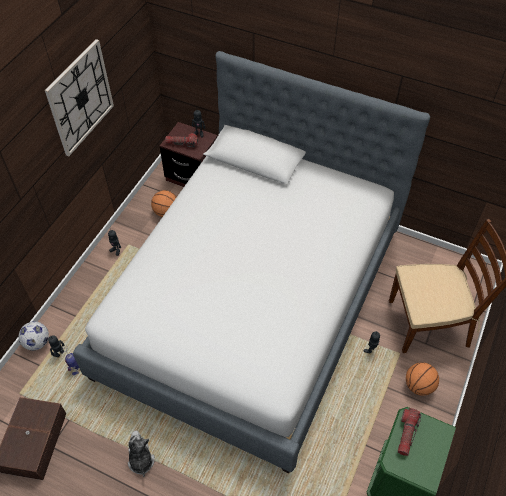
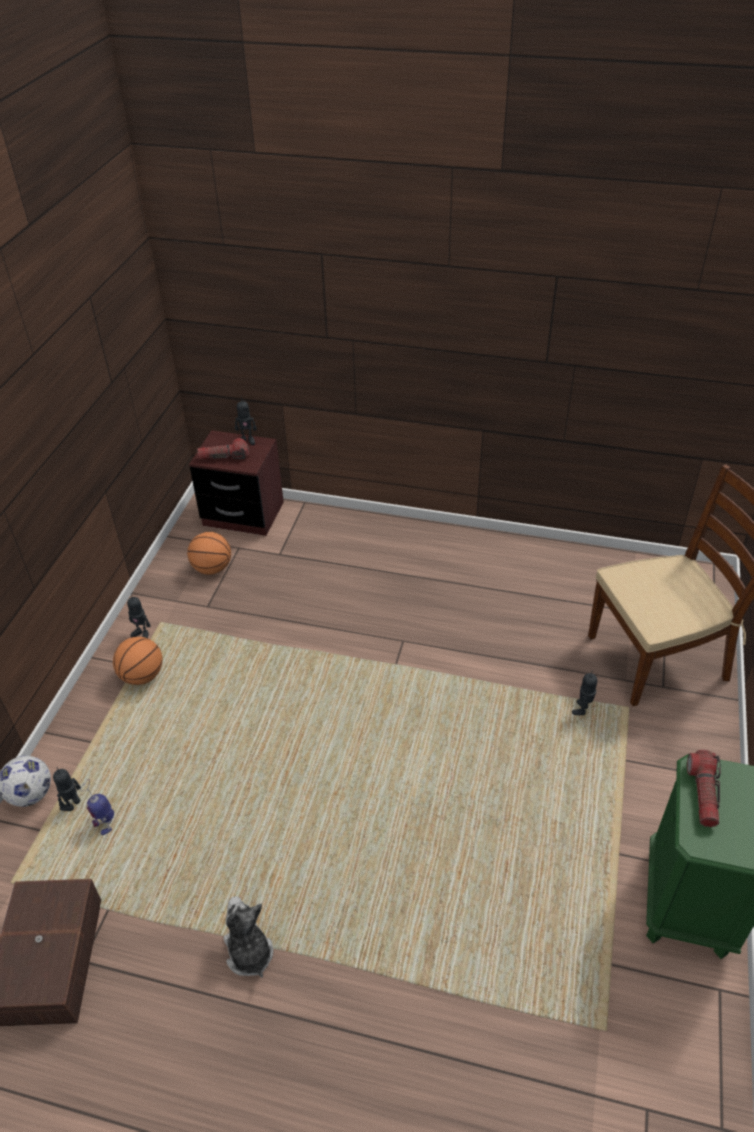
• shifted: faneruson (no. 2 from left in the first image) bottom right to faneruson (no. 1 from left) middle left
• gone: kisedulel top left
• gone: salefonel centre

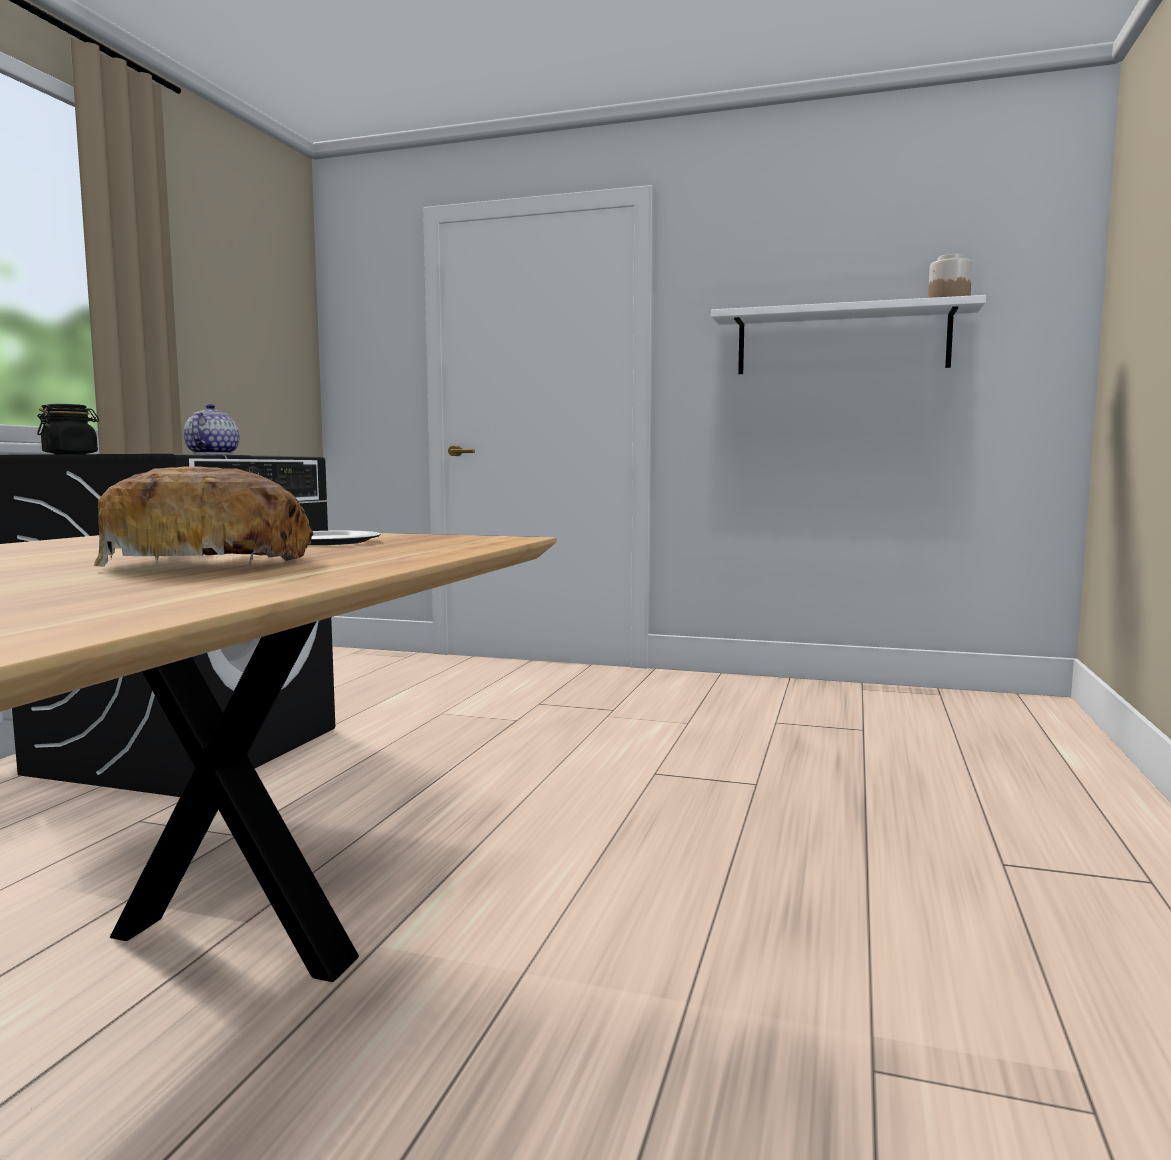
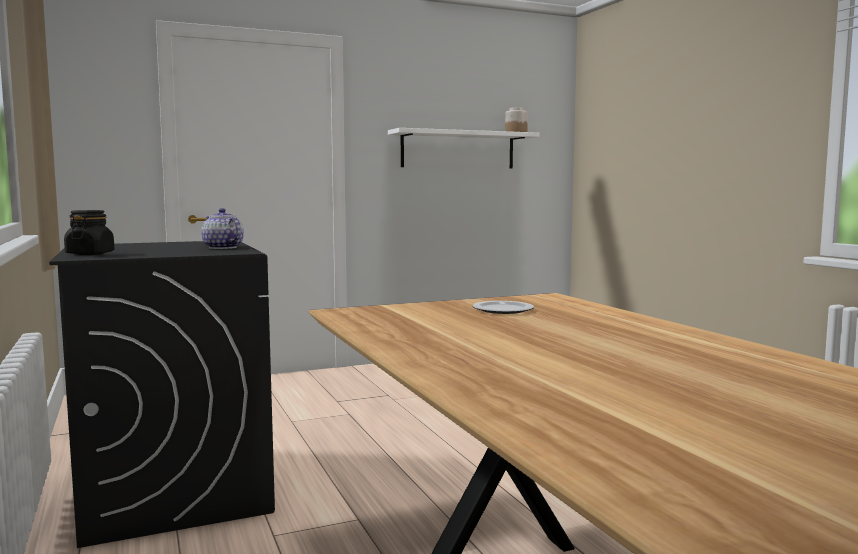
• gone: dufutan middle left

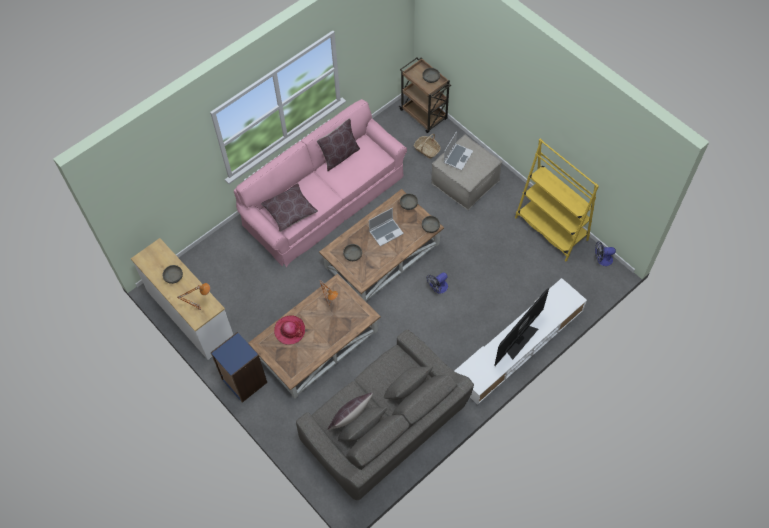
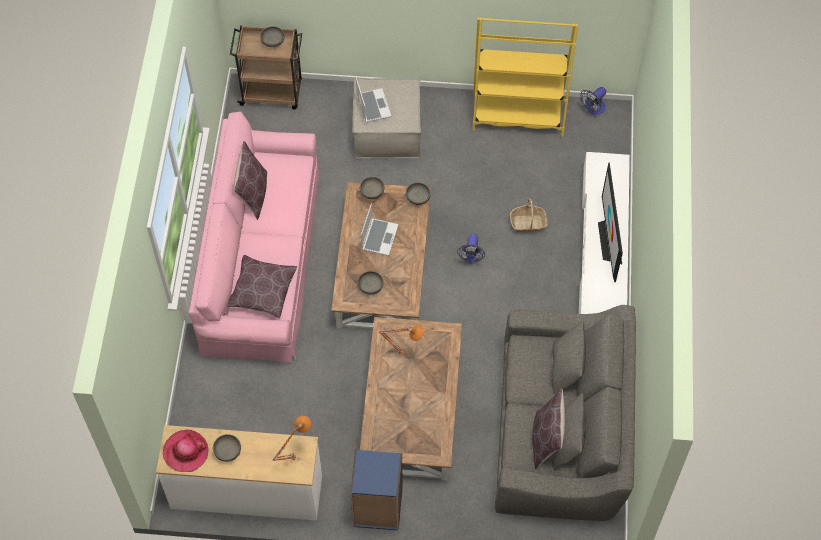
• shifted: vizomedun centre to bottom left
• shifted: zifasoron top centre to centre

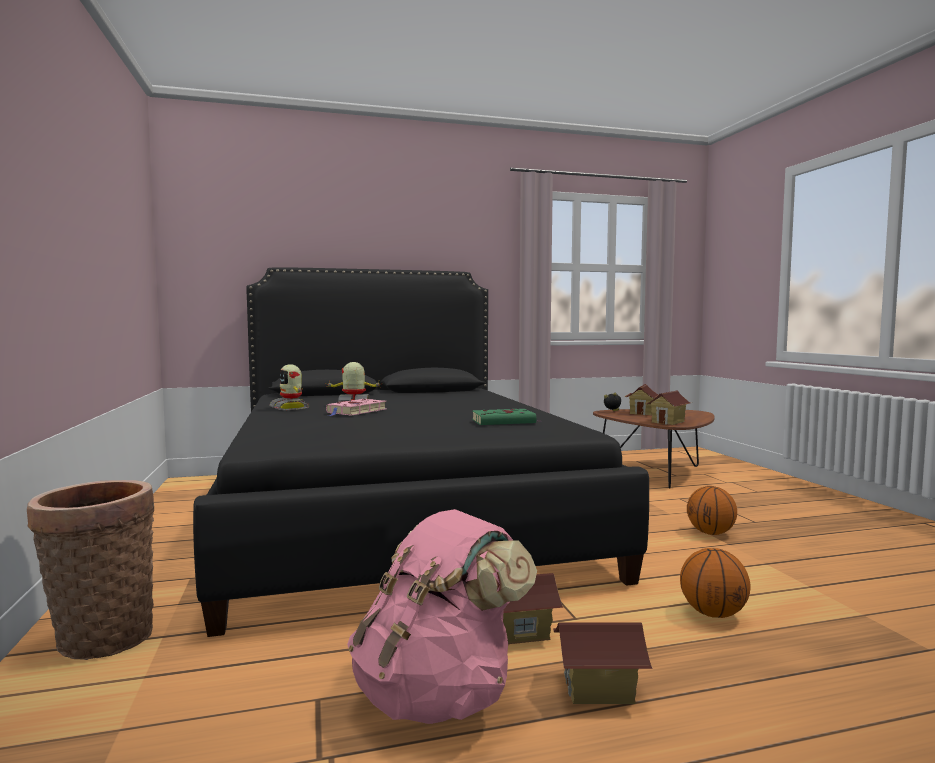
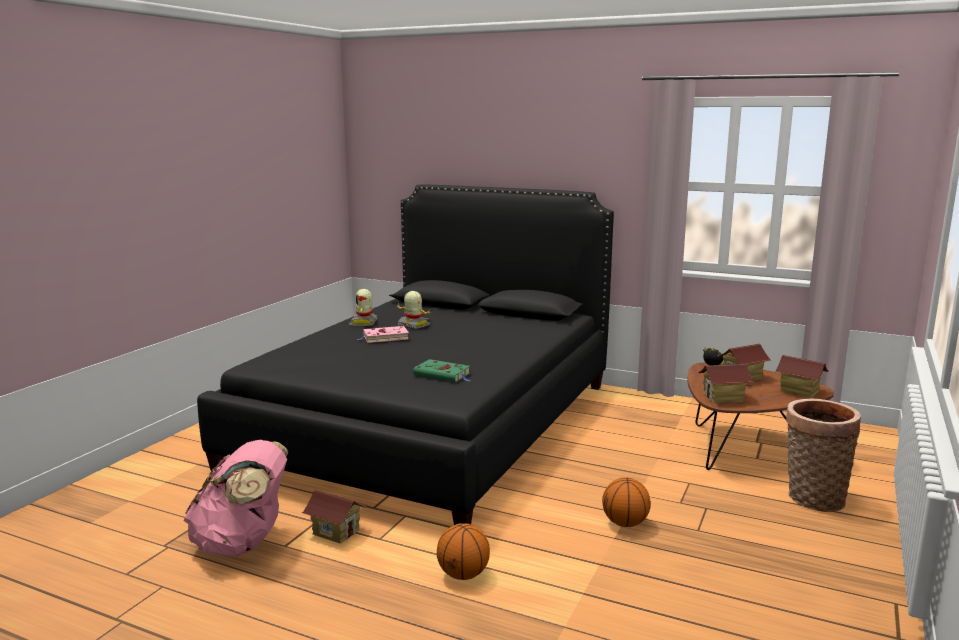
• shifted: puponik (no. 2 from left in the first image) bottom centre to puponik (no. 4 from left) middle right
• shifted: zifasoron bottom left to bottom right

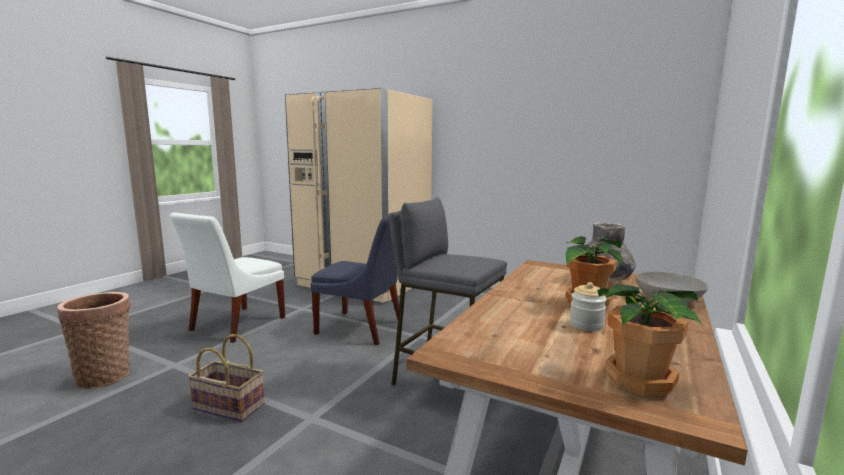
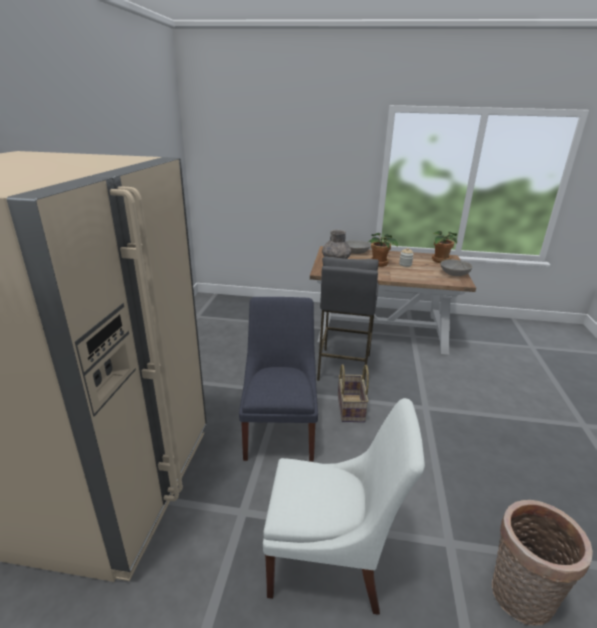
• shifted: zifasoron (no. 2 from left in the first image) bottom left to zifasoron (no. 1 from left) centre
• new: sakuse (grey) (no. 2 from left) middle right

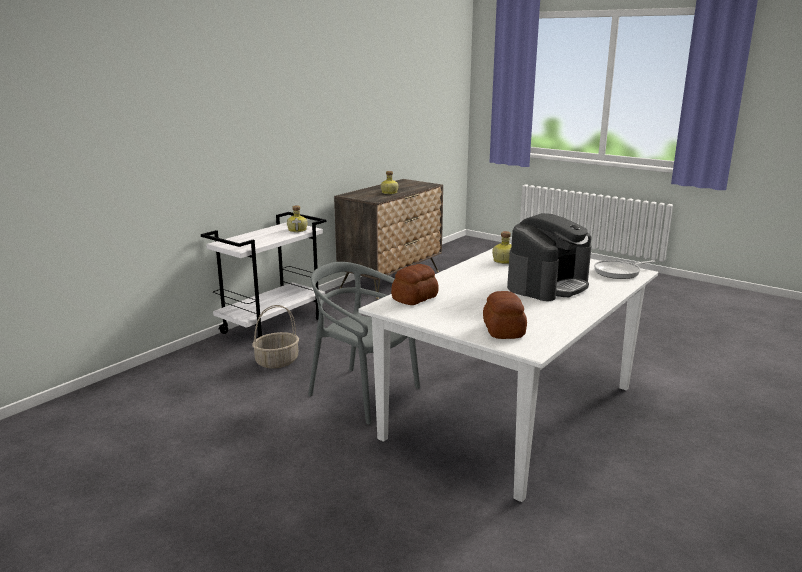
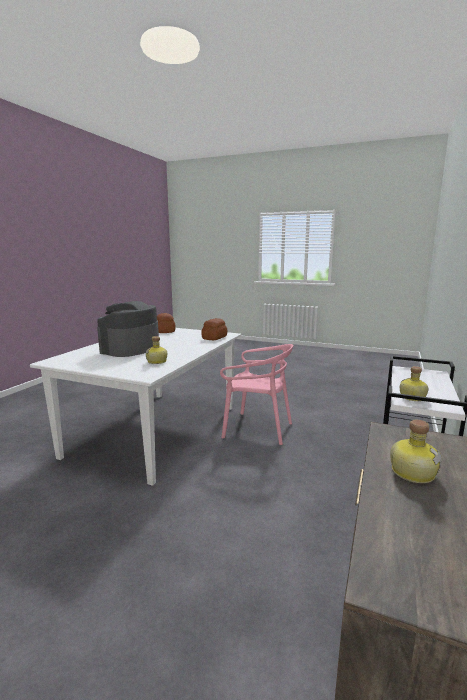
• repainted: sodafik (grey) centre to sodafik (pink) centre
• gone: zifasoron centre
• gone: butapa middle right

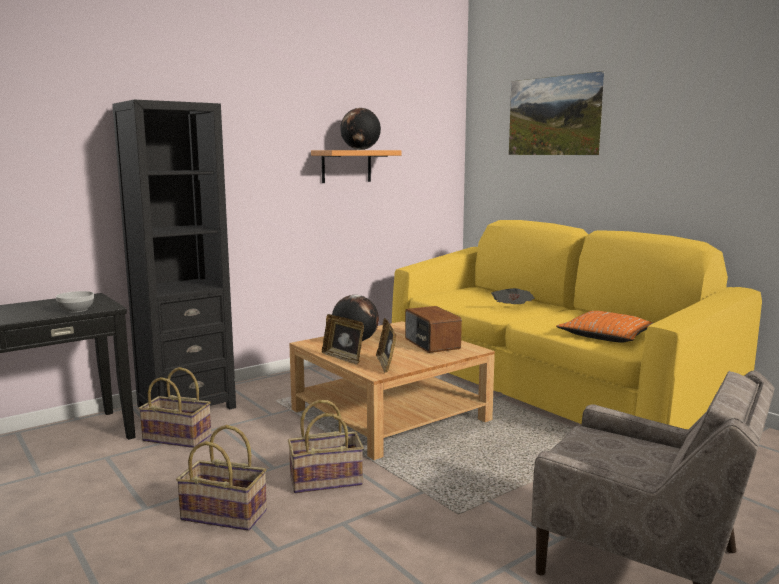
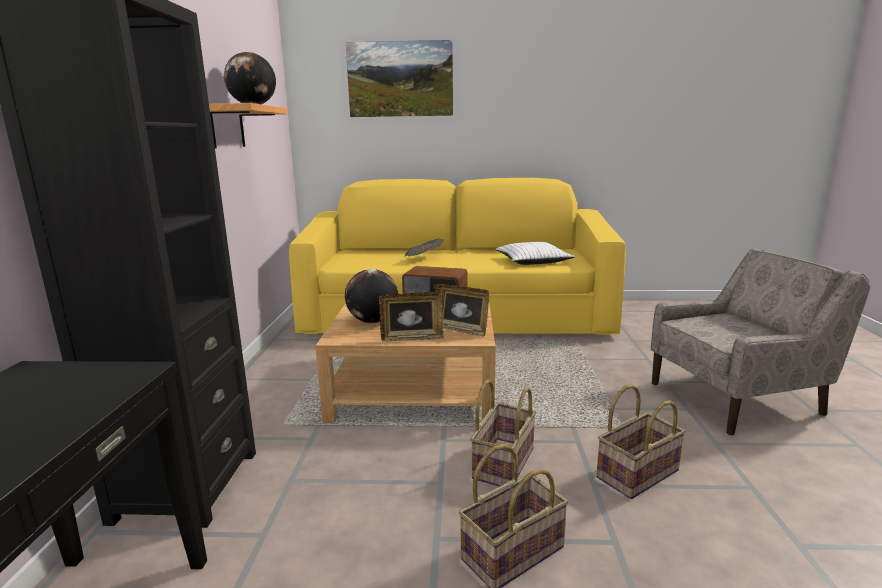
• repainted: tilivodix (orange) middle right to tilivodix (white) centre
• shifted: zifasoron (no. 1 from left in the first image) bottom left to zifasoron (no. 3 from left) bottom right
• gone: sakuse middle left

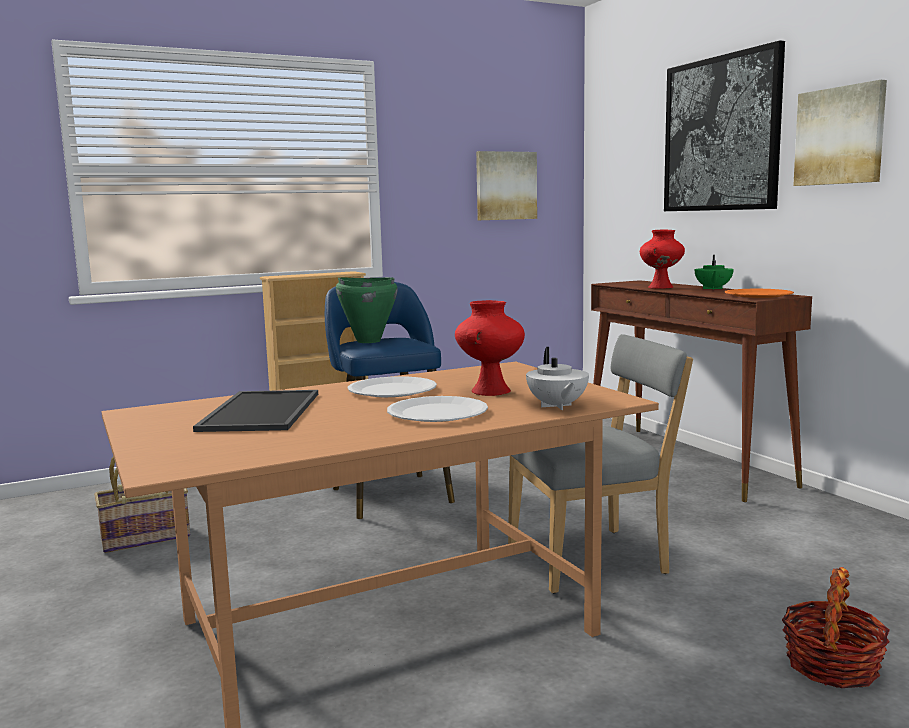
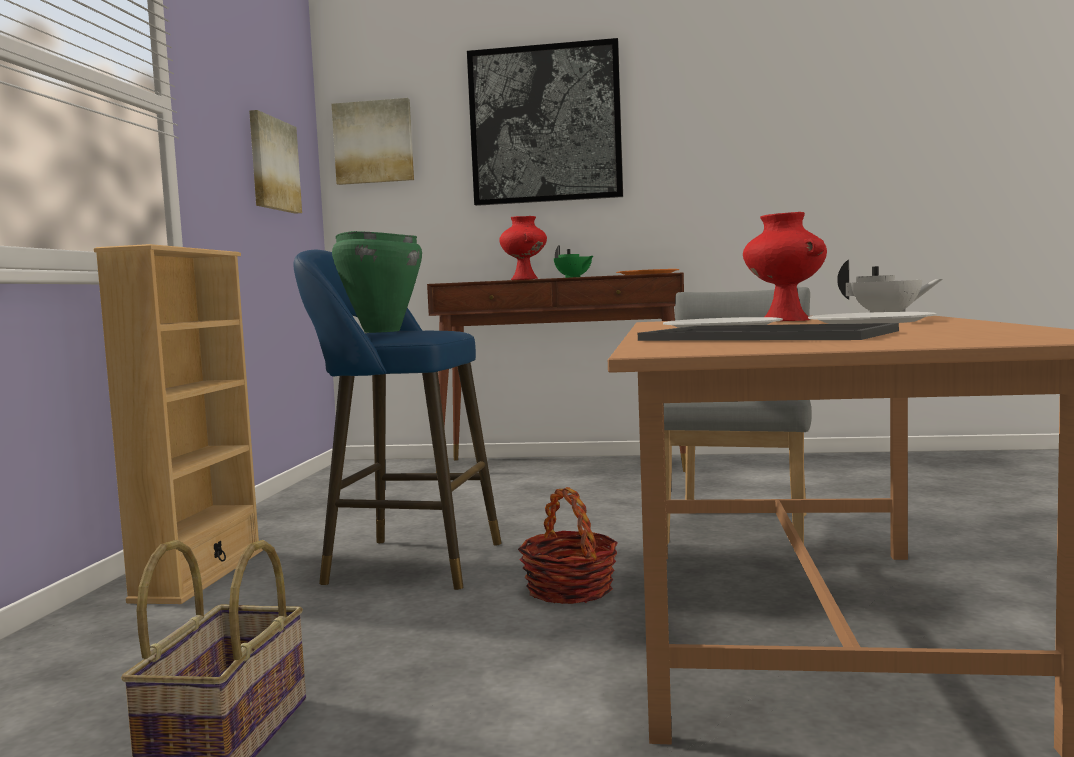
• shifted: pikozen (no. 3 from left in the first image) top right to pikozen (no. 2 from left) top centre
• shifted: zifasoron (no. 2 from left) bottom right to bottom centre

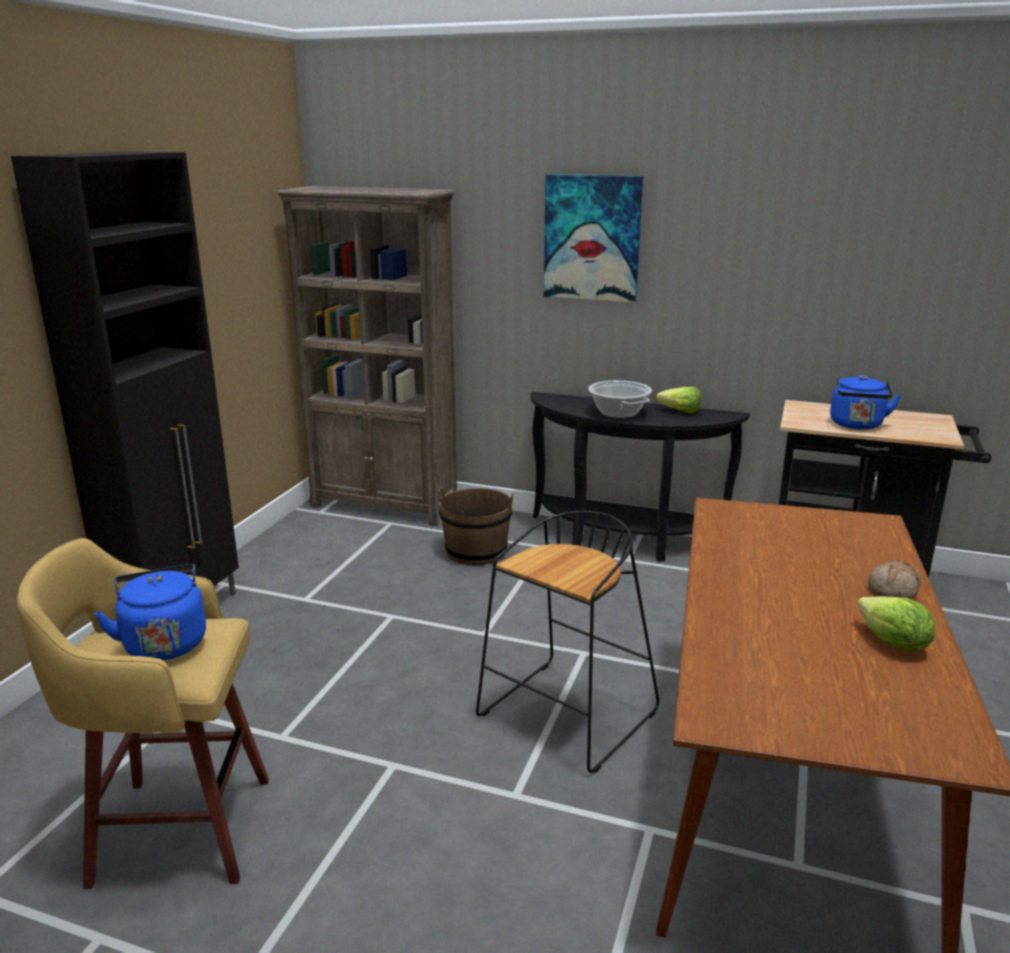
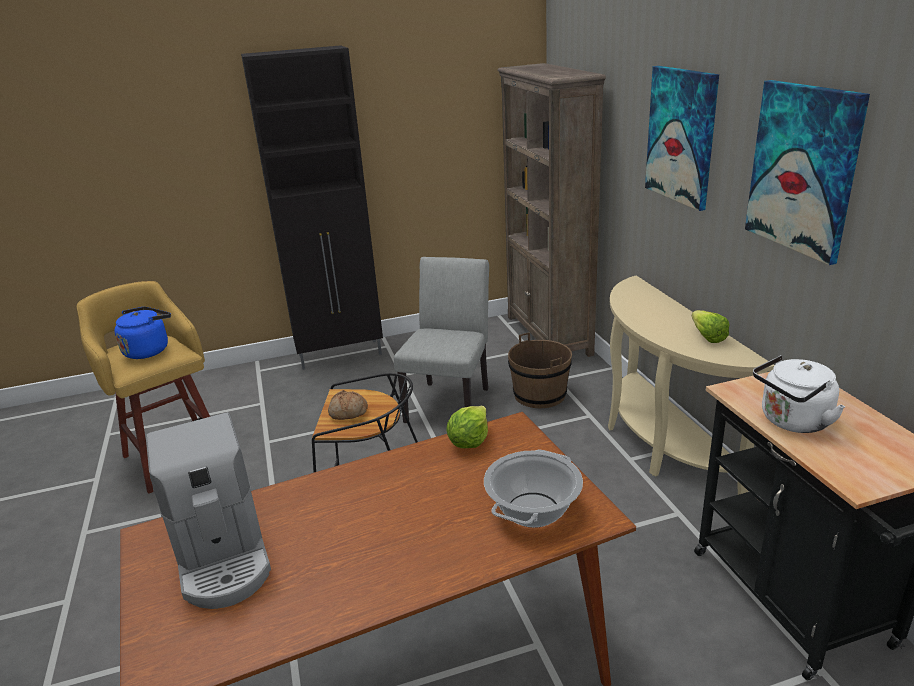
• new: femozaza bottom left
• shifted: dufutan middle right to centre
• new: sodafik (grey) centre
• shifted: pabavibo (no. 2 from left in the first image) middle right to pabavibo (no. 1 from left) centre
• shifted: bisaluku centre to bottom centre
• repainted: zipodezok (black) centre to zipodezok (beige) middle right
• new: pikozen (no. 2 from left) top right
• repainted: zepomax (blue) (no. 2 from left) middle right to zepomax (white) middle right

